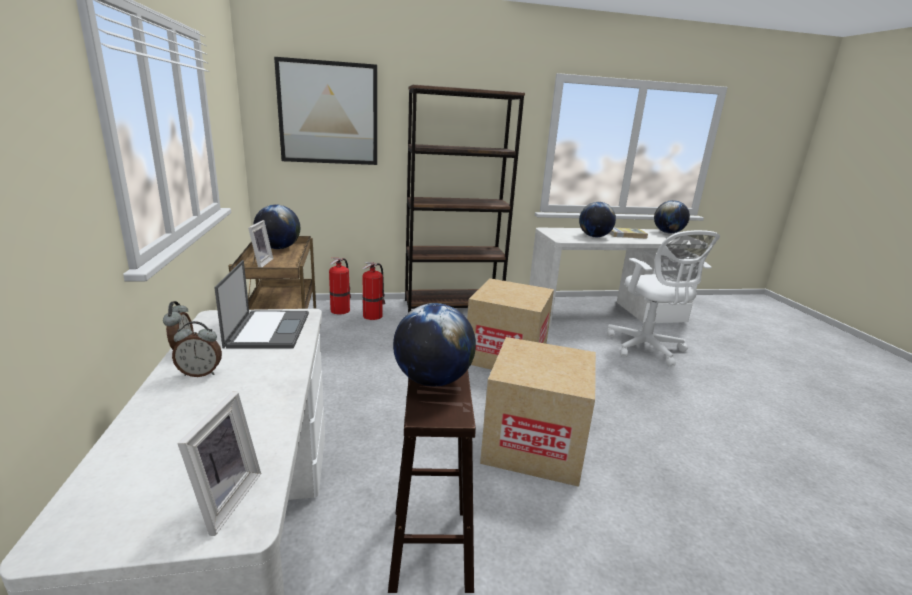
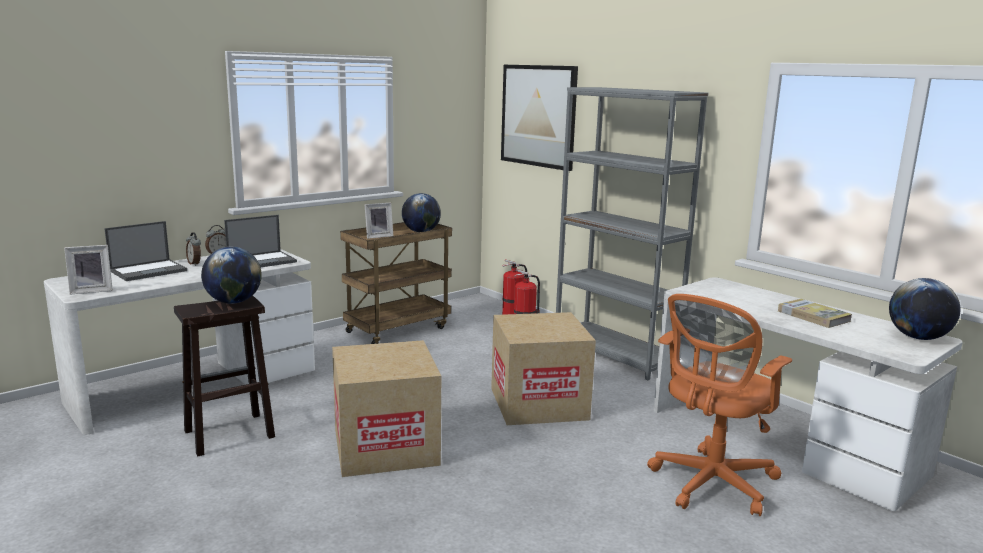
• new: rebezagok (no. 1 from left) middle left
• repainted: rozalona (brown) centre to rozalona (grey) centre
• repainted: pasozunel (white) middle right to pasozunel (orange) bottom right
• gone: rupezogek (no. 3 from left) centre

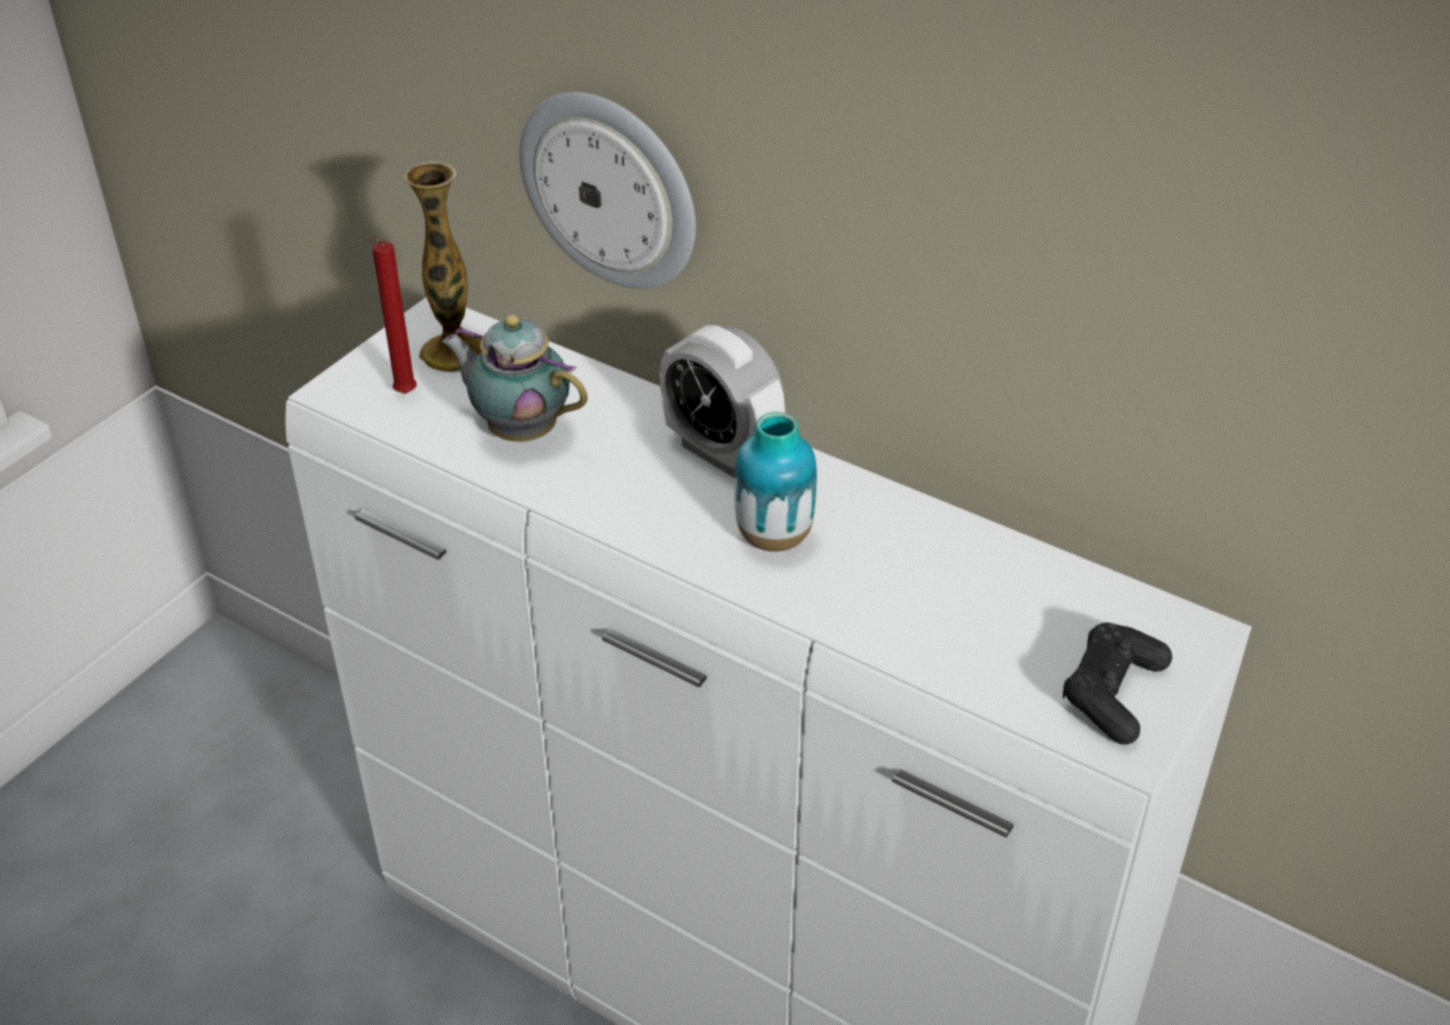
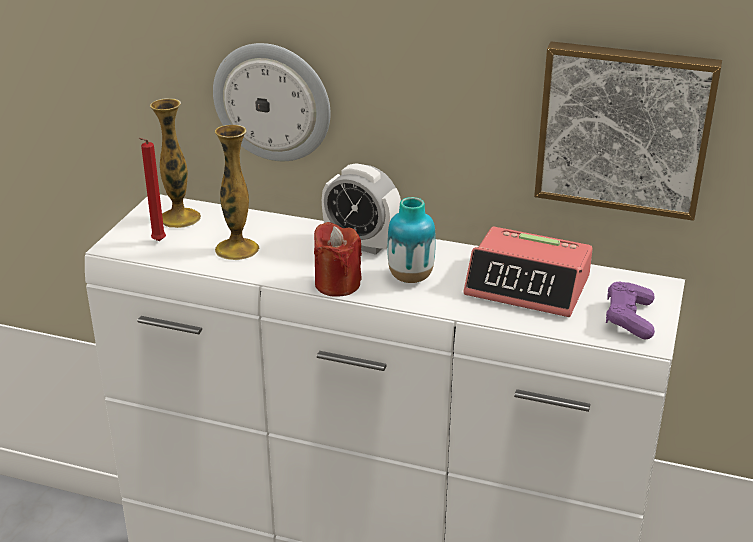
• swapped: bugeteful centre to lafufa (no. 2 from left) middle left
• new: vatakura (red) (no. 2 from left) centre
• new: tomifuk (no. 2 from left) middle right
• new: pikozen top right
• repainted: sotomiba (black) middle right to sotomiba (purple) middle right

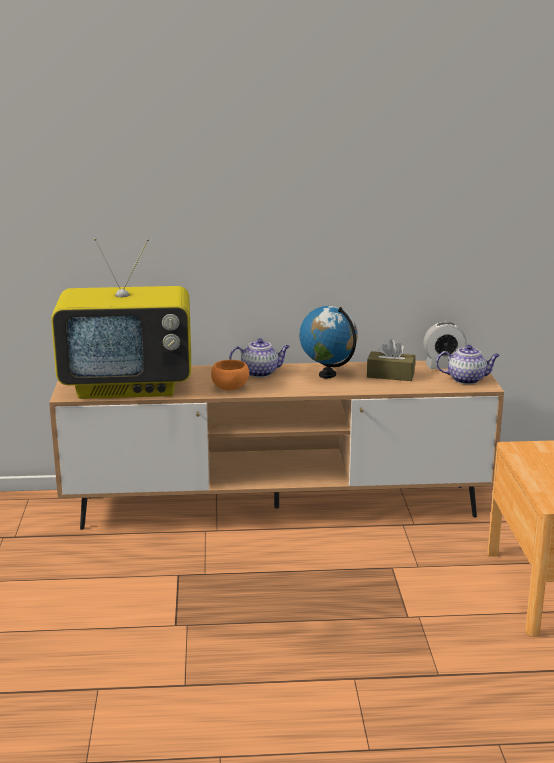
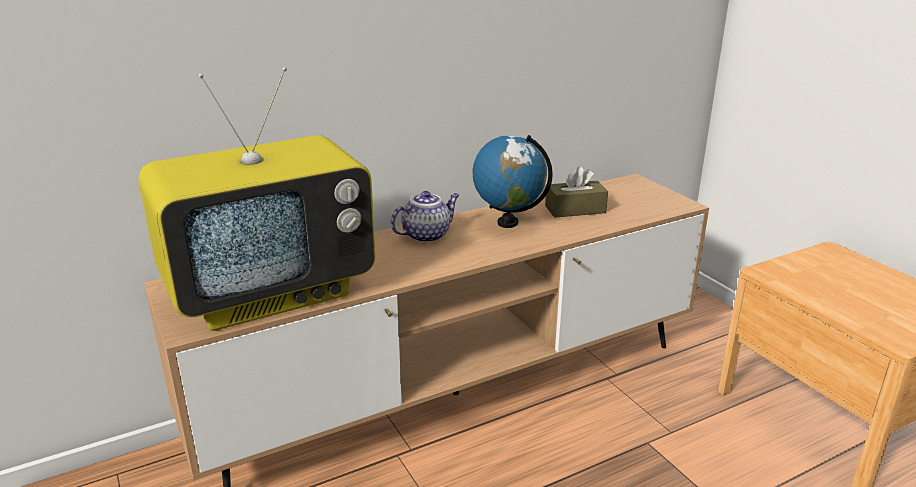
• gone: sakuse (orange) centre
• gone: tomifuk middle right
• gone: bugeteful (no. 2 from left) middle right

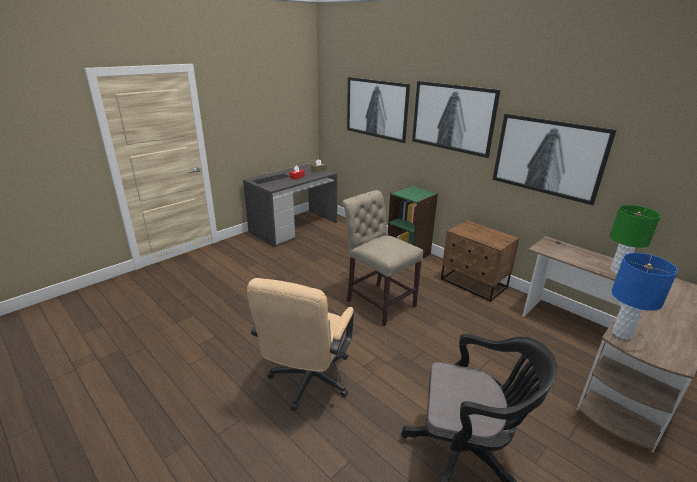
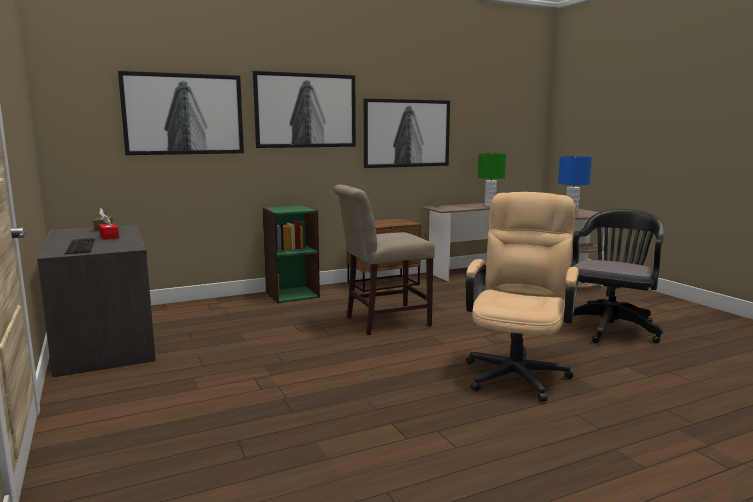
• rotated: pasozunel (beige) bottom centre = middle right 105 degrees counterclockwise

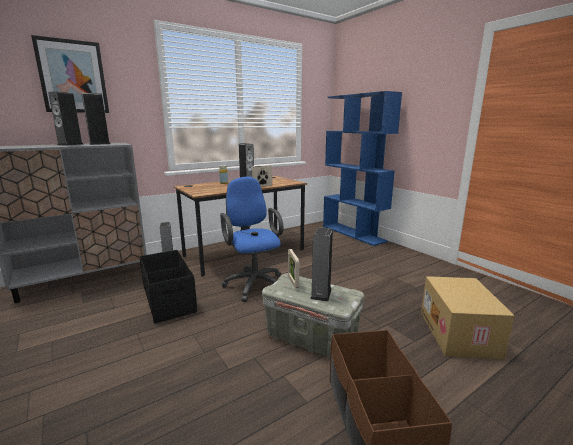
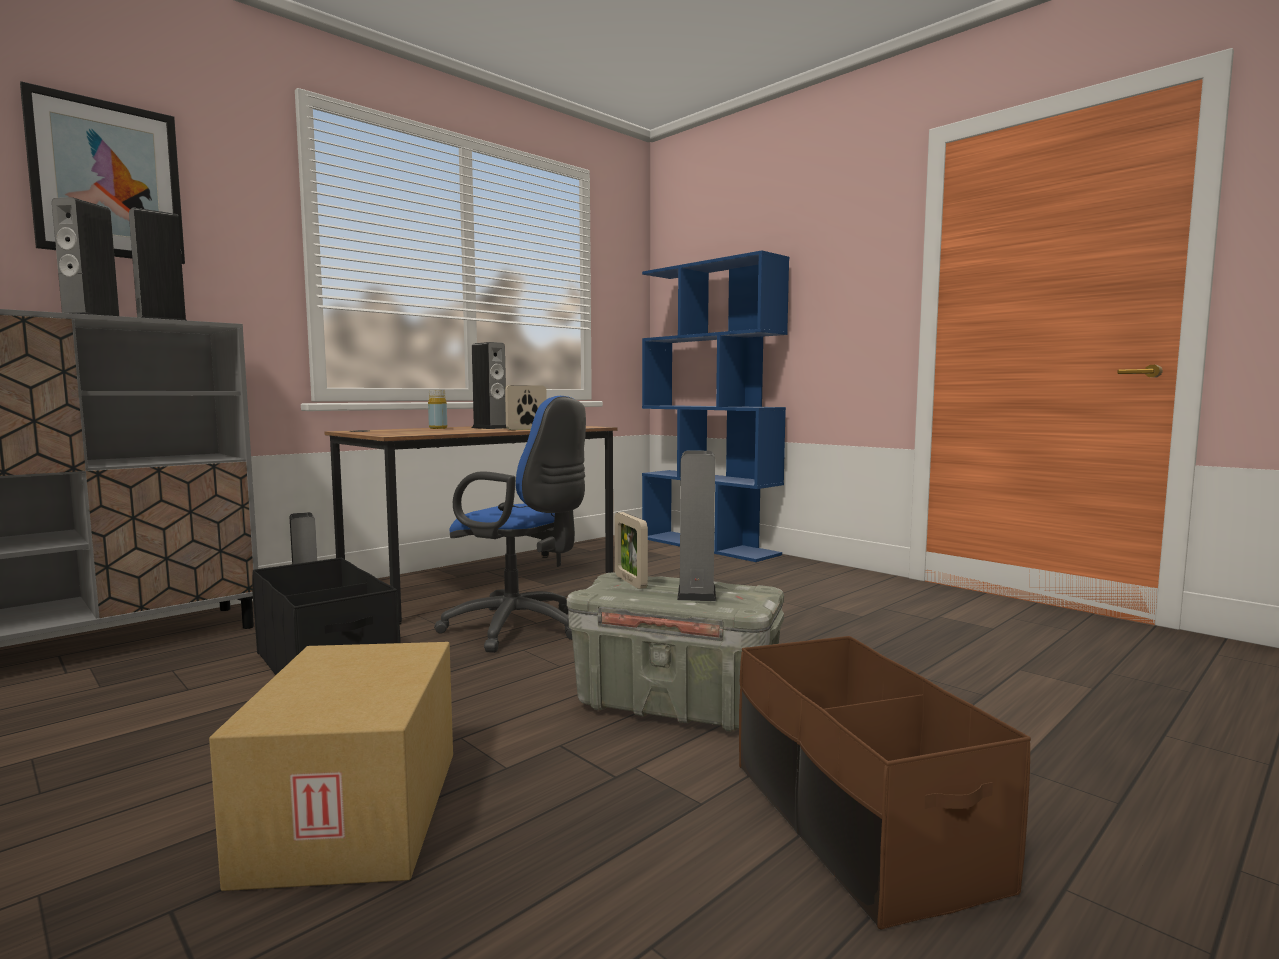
• shifted: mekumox bottom right to bottom left
• rotated: pasozunel (blue) centre = centre 150 degrees clockwise

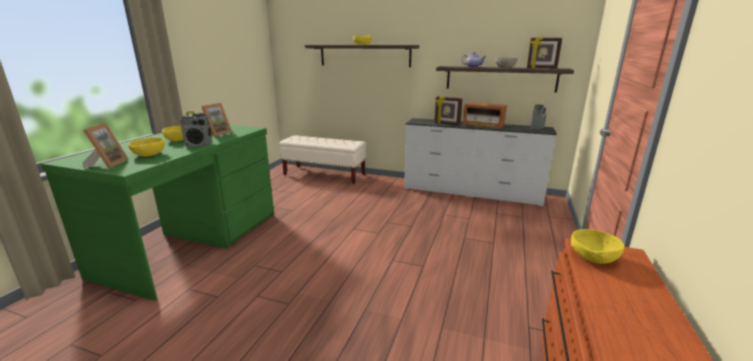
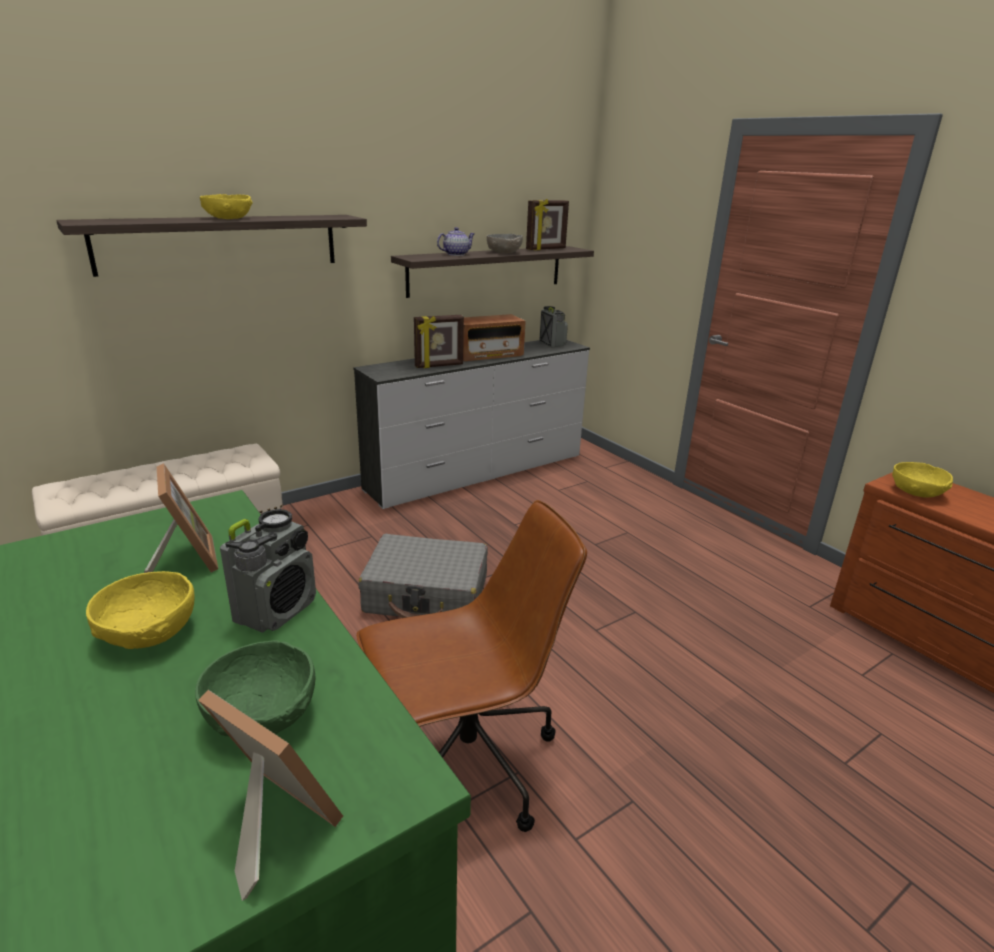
• repainted: sakuse (yellow) (no. 1 from left) middle left to sakuse (green) bottom left
• new: pasozunel (brown) bottom centre
• new: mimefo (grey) centre

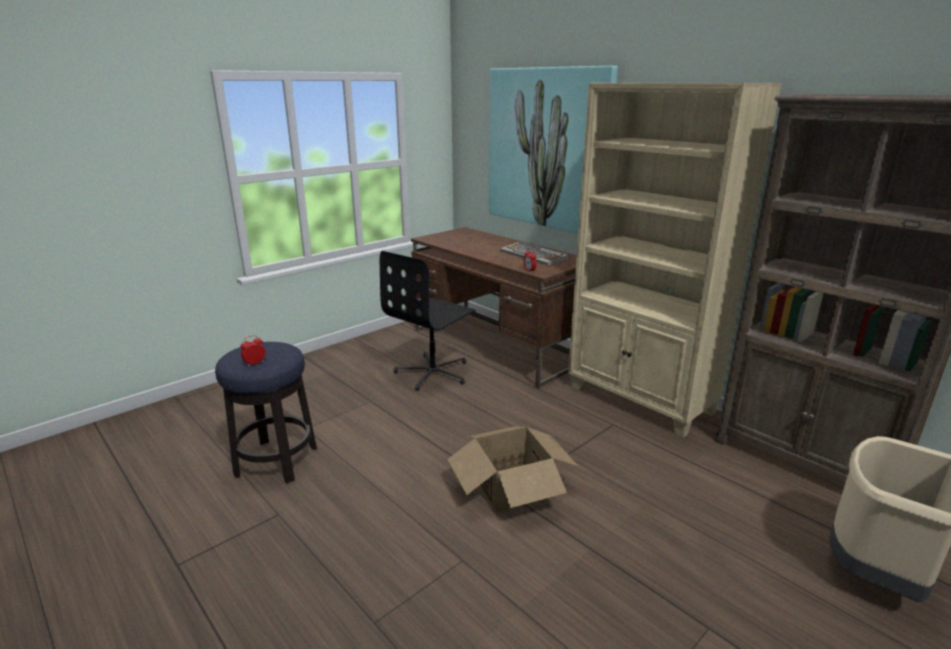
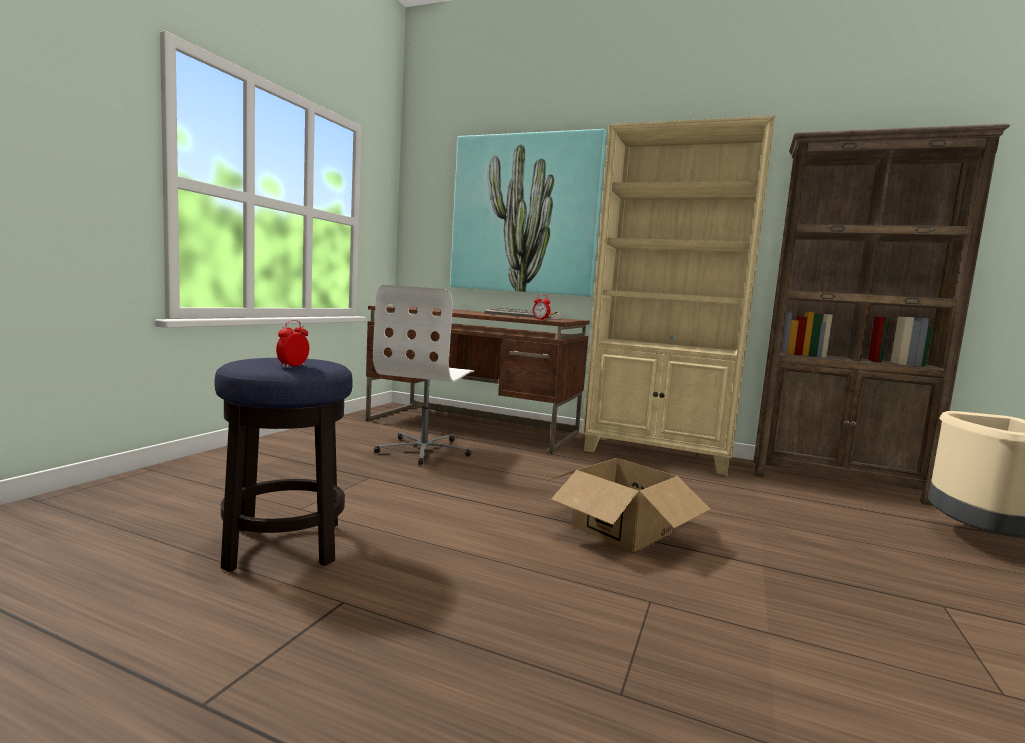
• repainted: pasozunel (black) centre to pasozunel (white) centre

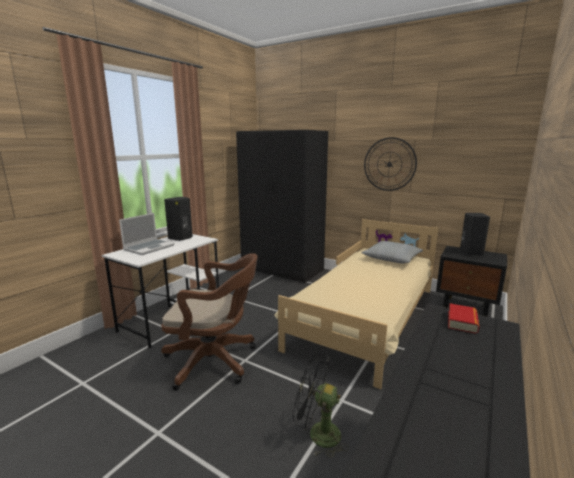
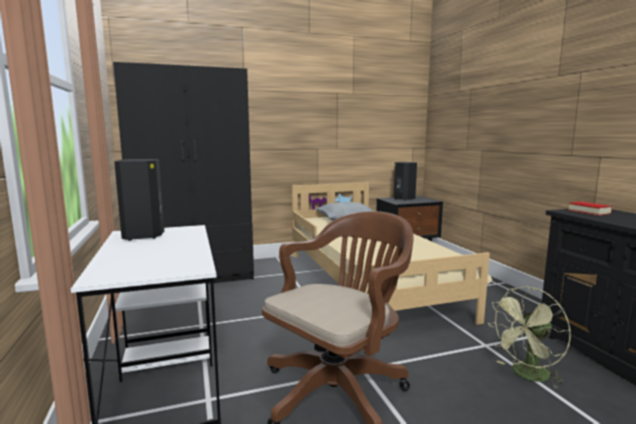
• repainted: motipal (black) bottom centre to motipal (green) bottom right
• gone: rebezagok middle left
• gone: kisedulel middle right

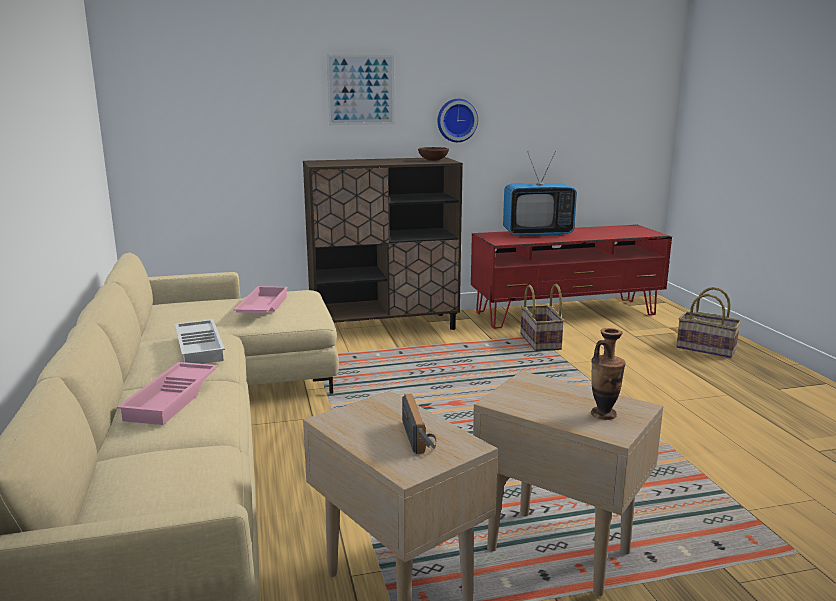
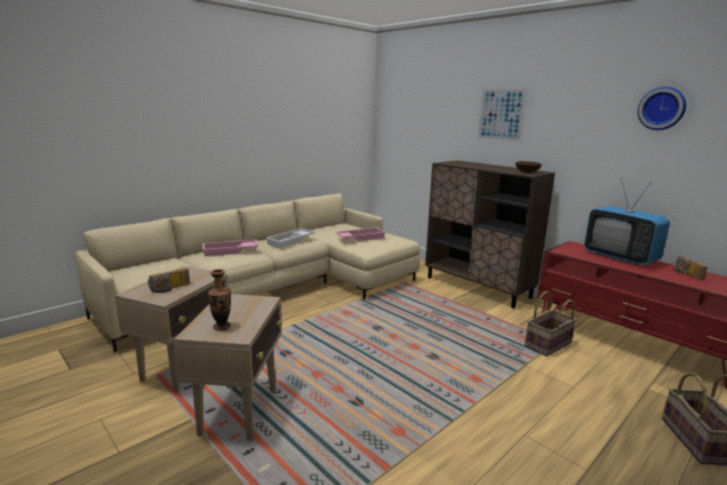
• shifted: kisedulel top centre to top right
• new: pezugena (no. 2 from left) middle right

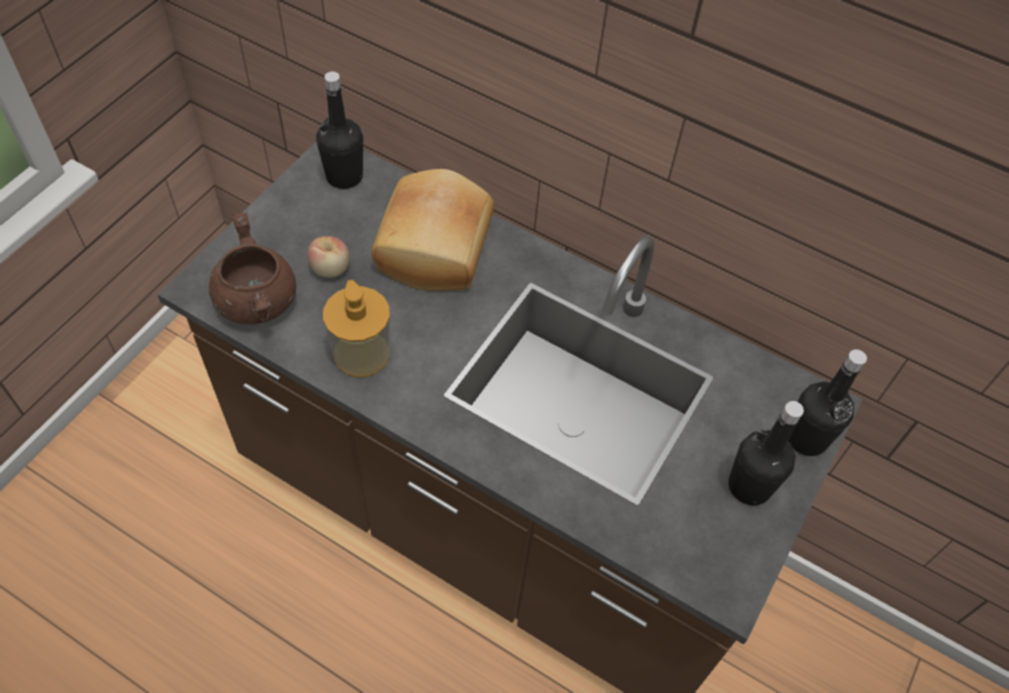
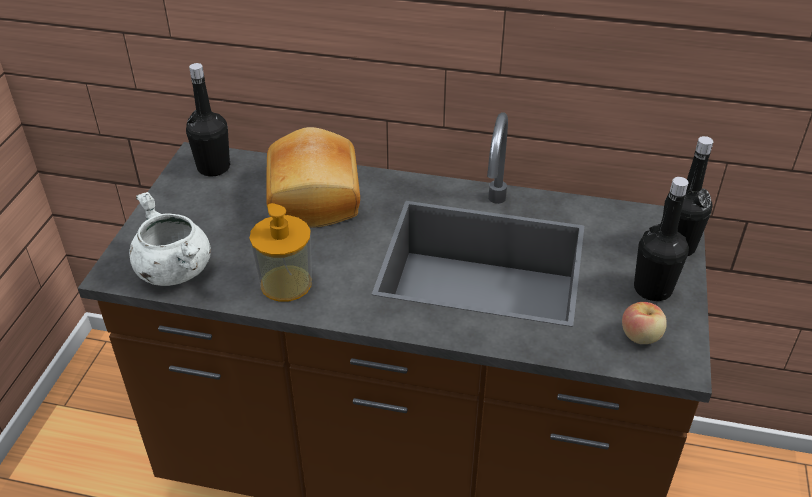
• repainted: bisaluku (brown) middle left to bisaluku (white) middle left
• shifted: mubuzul middle left to middle right

